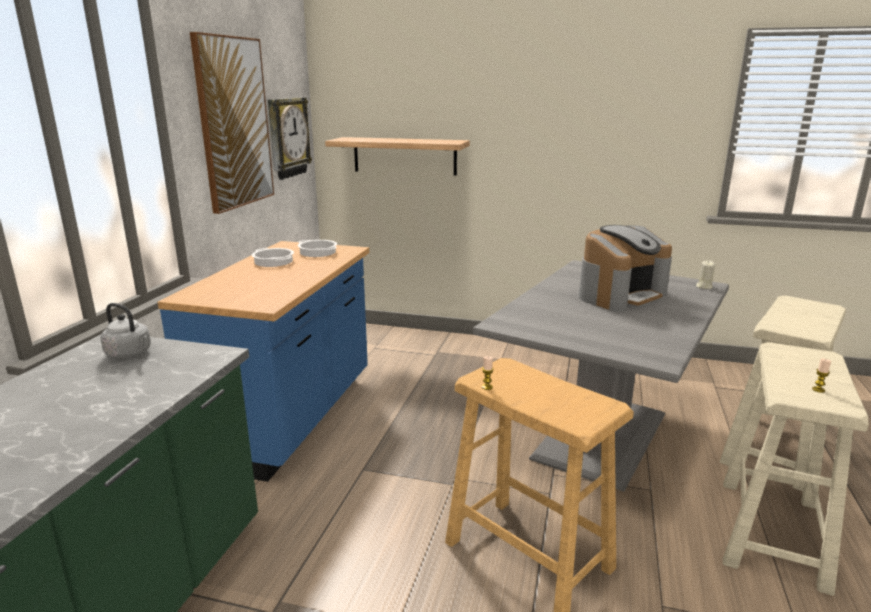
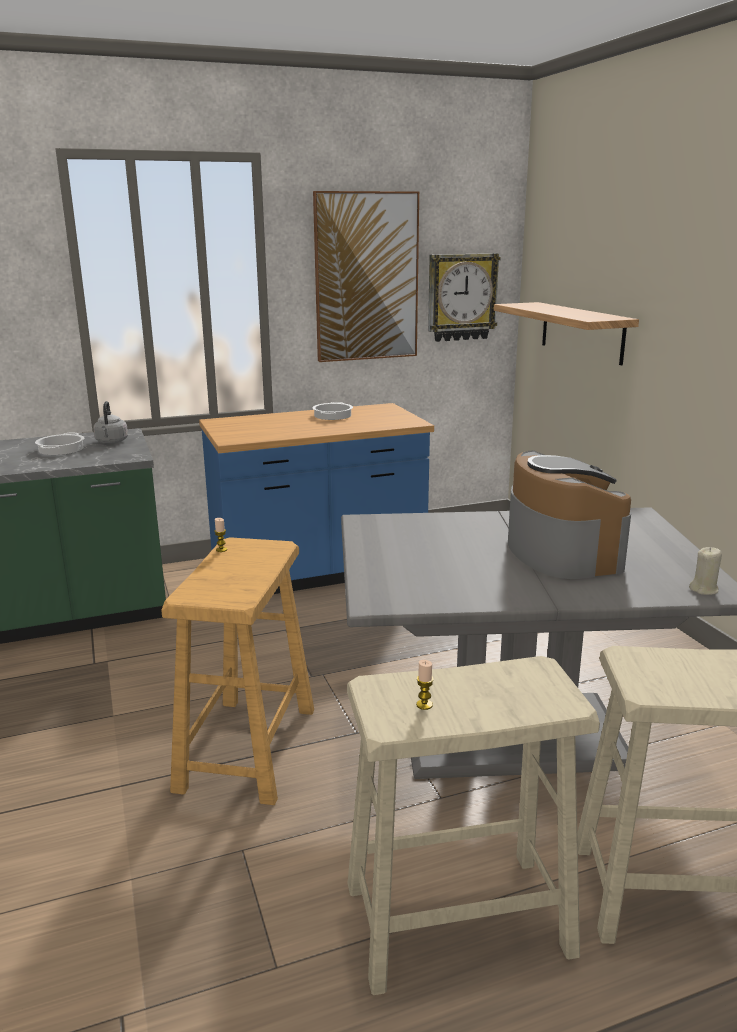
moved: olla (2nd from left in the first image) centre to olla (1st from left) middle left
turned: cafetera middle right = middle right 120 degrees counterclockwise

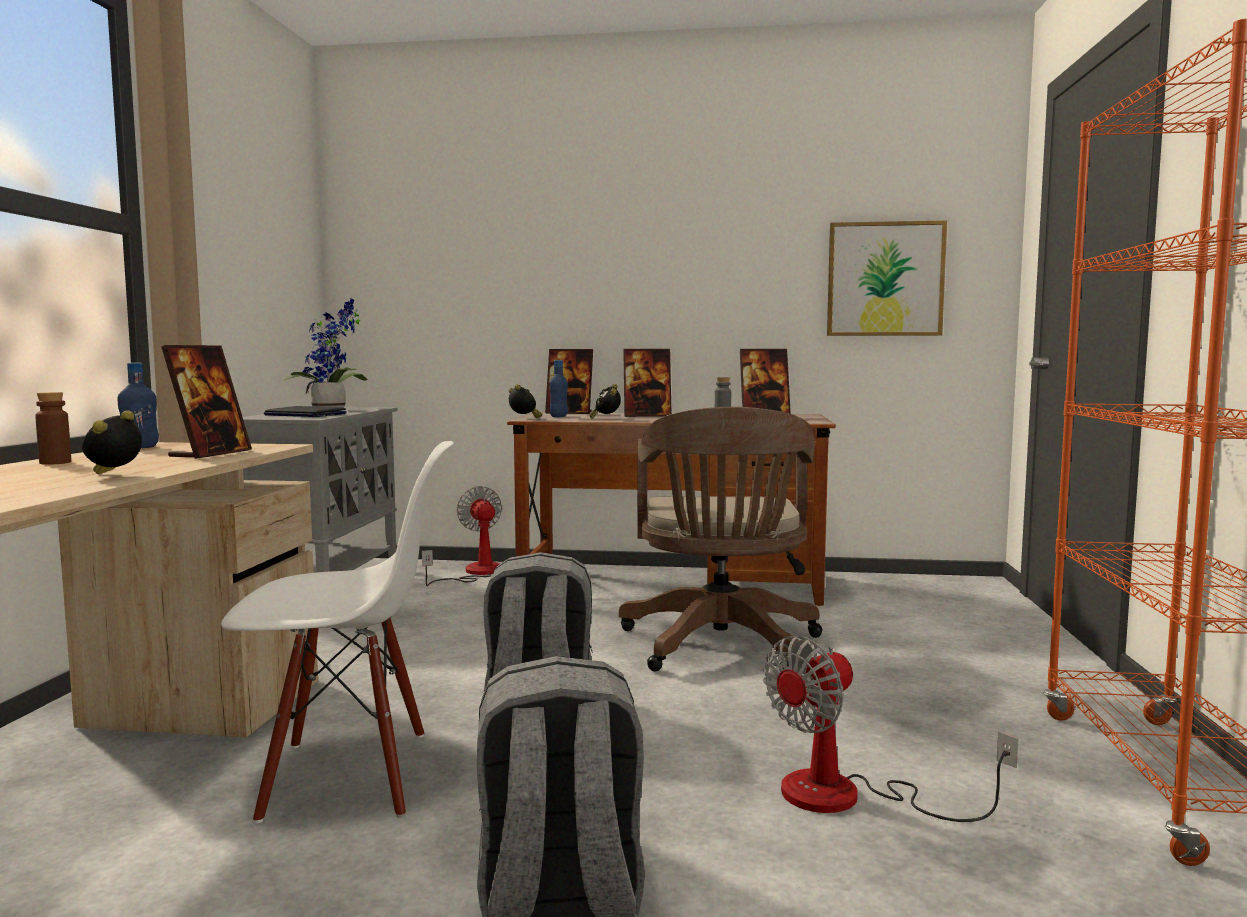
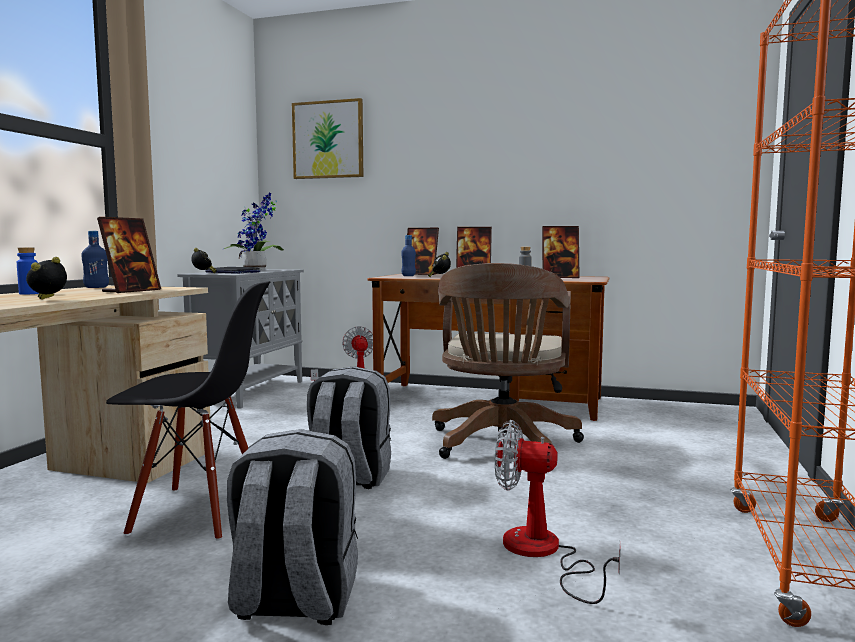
moved: despertador (2nd from left) centre to middle left; cuadro top right to top centre
recoloured: botella [marrón] middle left to botella [azul] (1st from left) middle left; silla [blanco] bottom left to silla [negro] middle left
turned: ventilador (2nd from left) bottom right = bottom centre 45 degrees clockwise

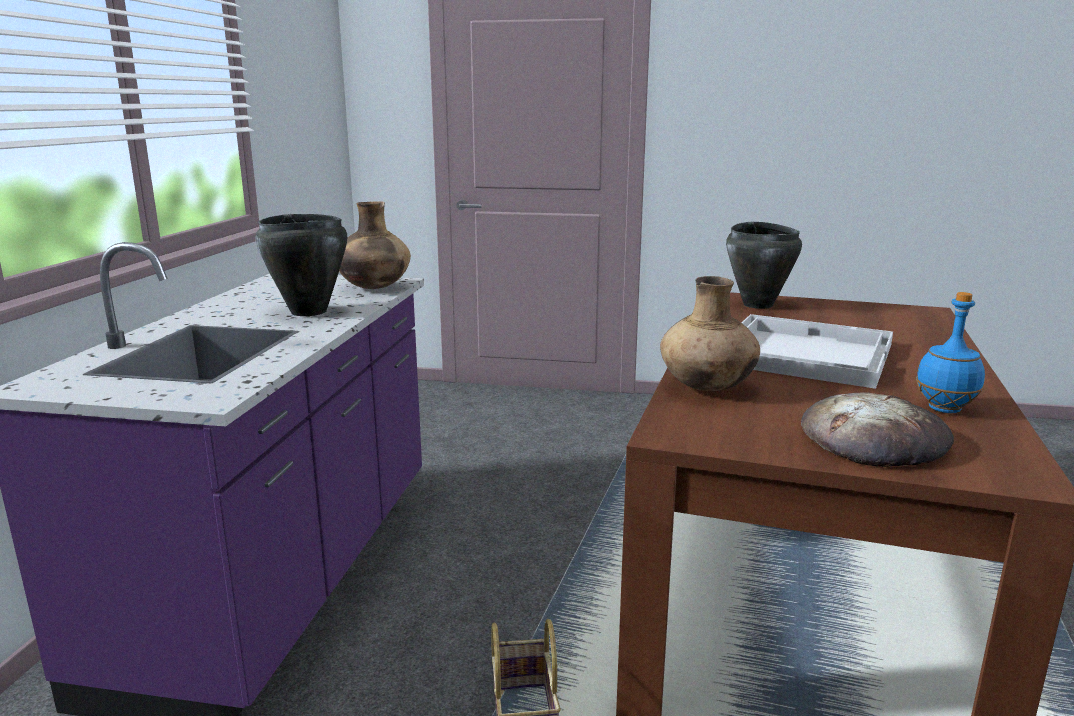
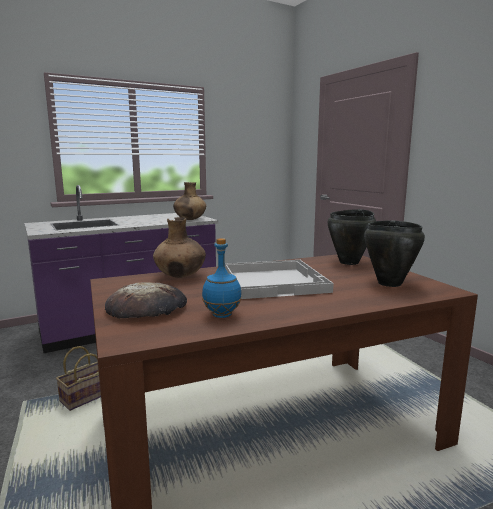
moved: olla [negro] (1st from left in the first image) middle left to olla [negro] (2nd from left) middle right

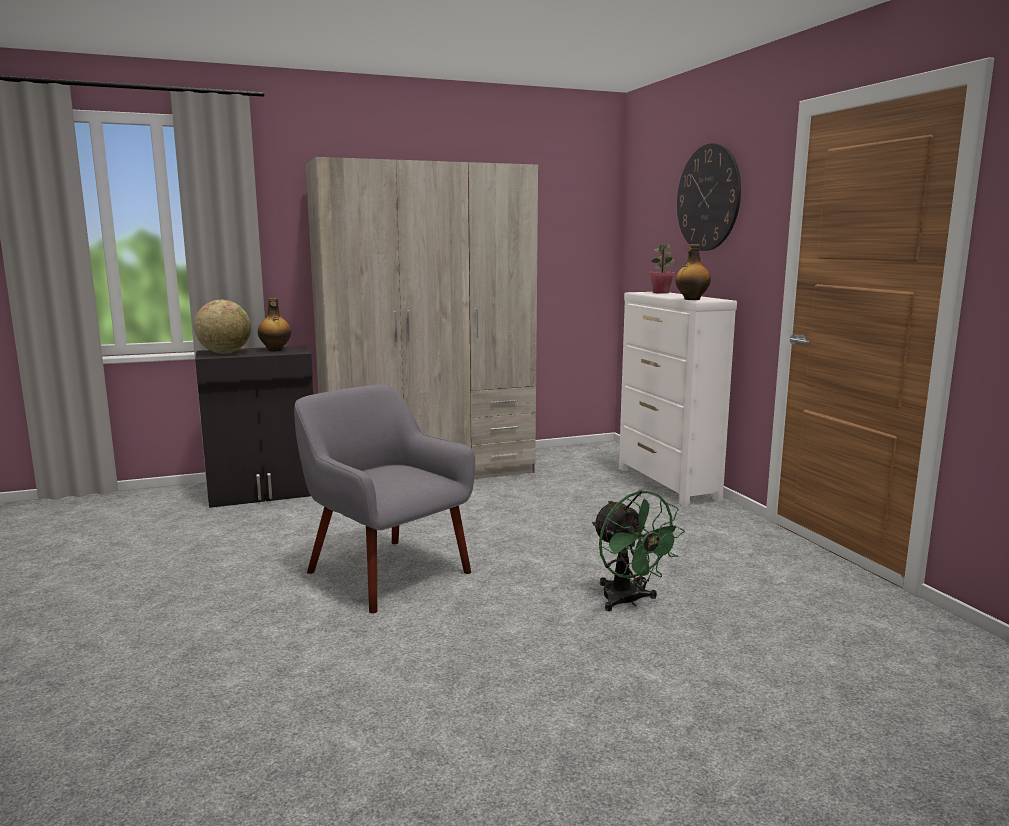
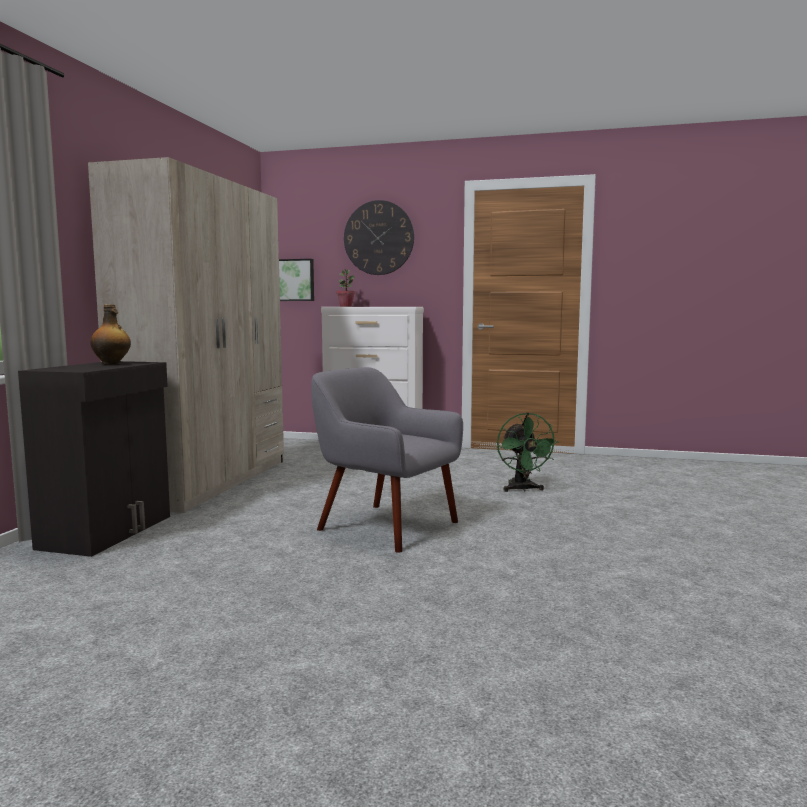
removed: globo terráqueo middle left; botella (2nd from left) top right
added: cuadro centre
turned: sillón [gris] centre = centre 45 degrees clockwise; ventilador [verde] centre = centre 75 degrees clockwise

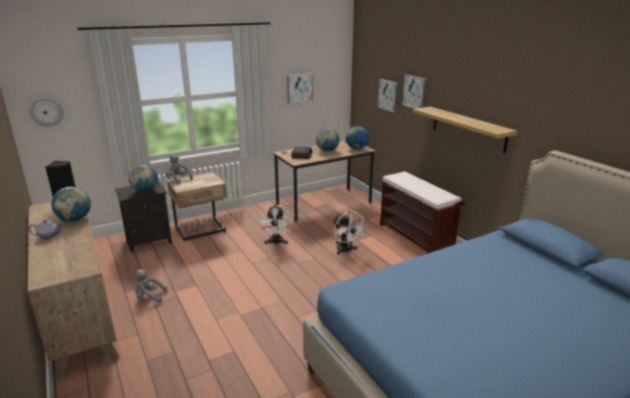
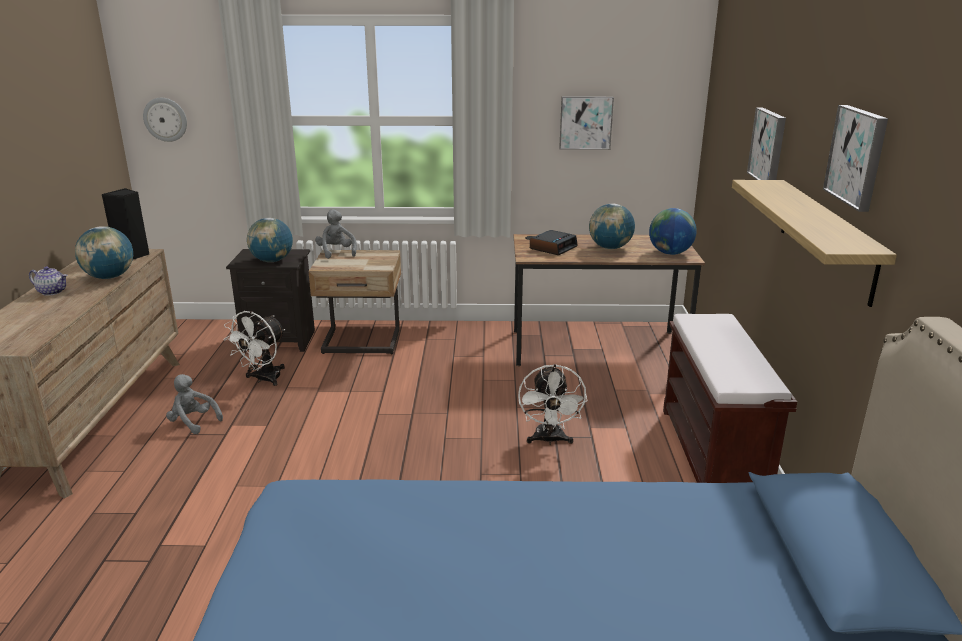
moved: ventilador [blanco] (1st from left) centre to middle left; cuadro (2nd from left in the first image) top centre to cuadro (3rd from left) top right

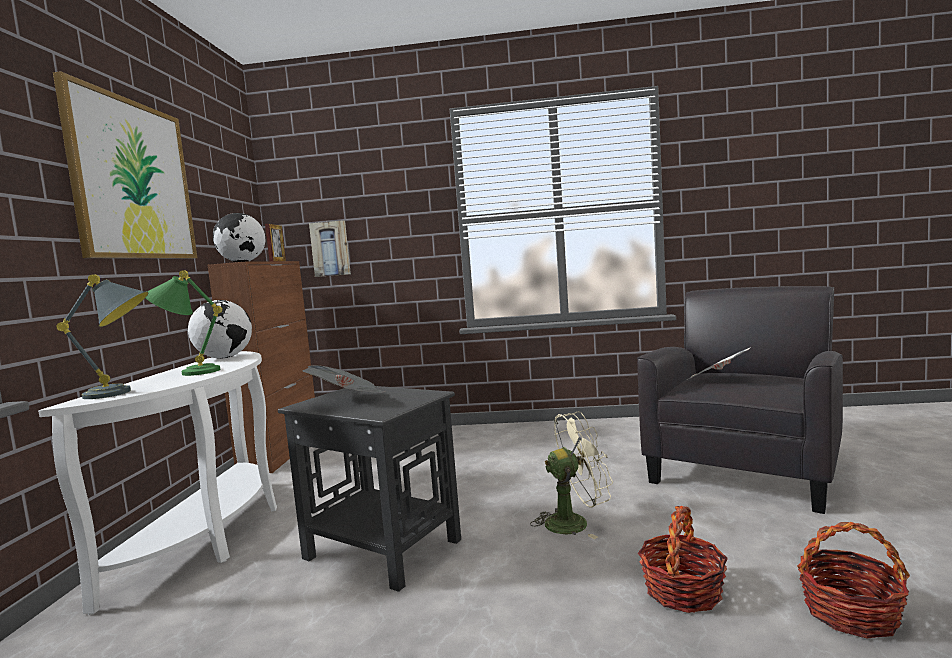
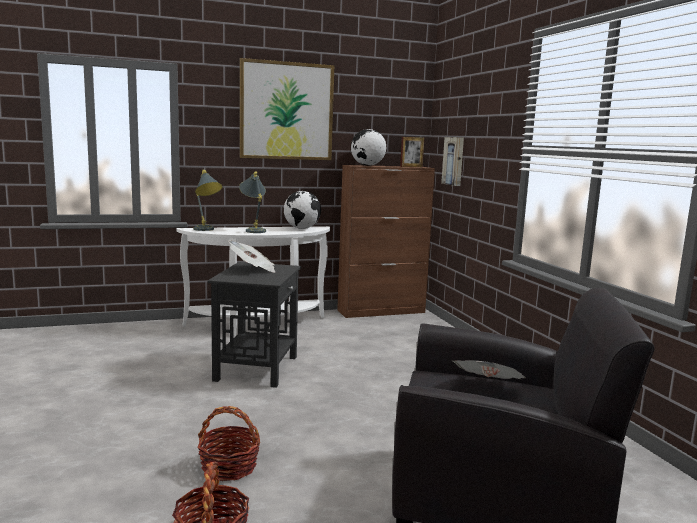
removed: ventilador [beis] bottom centre
recoloured: lámpara de mesa [verde] middle left to lámpara de mesa [gris] (2nd from left) centre

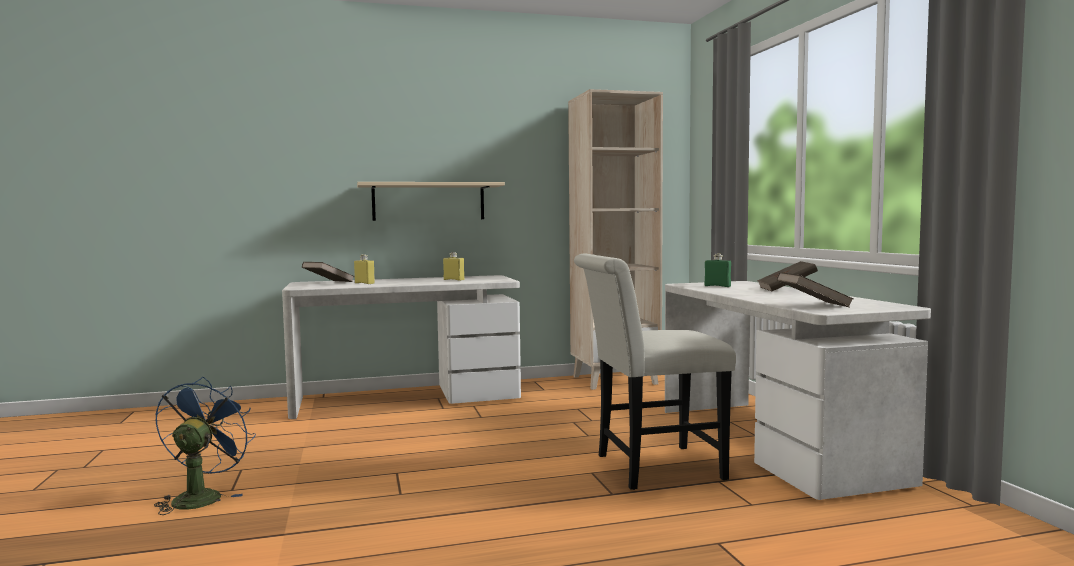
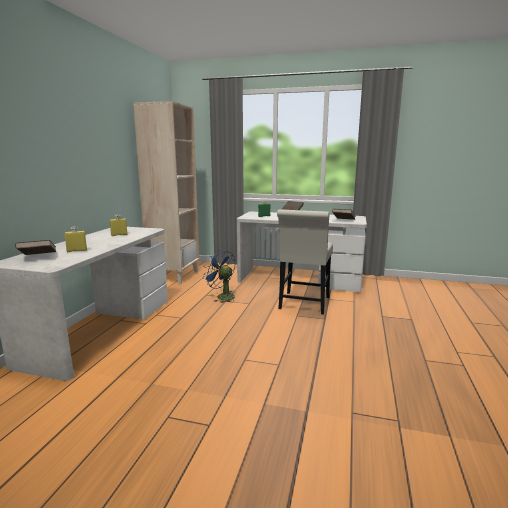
removed: estante [beis] centre
moved: ventilador [azul] bottom left to centre

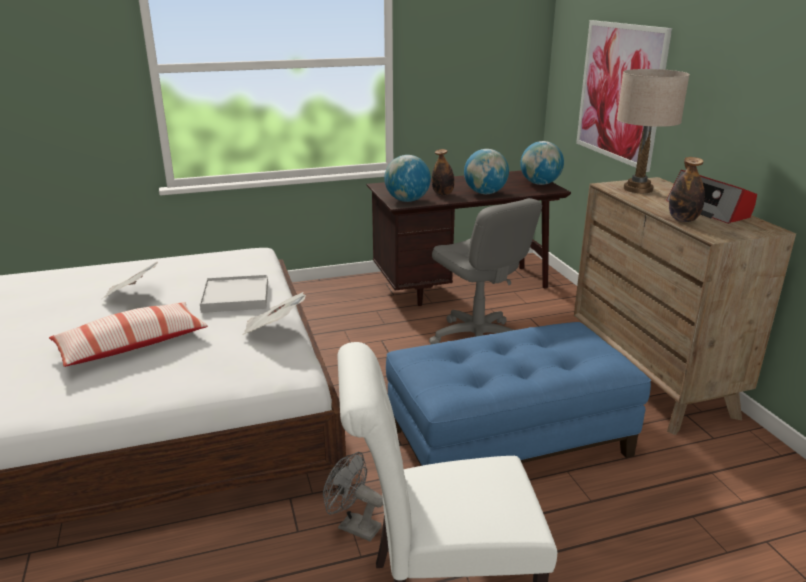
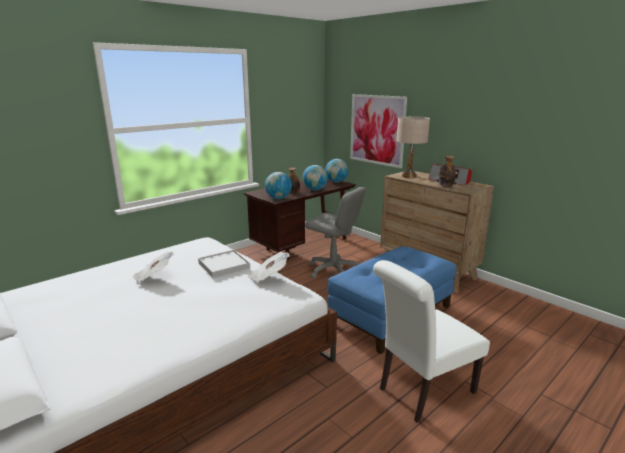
removed: cojín middle left; ventilador [gris] bottom centre

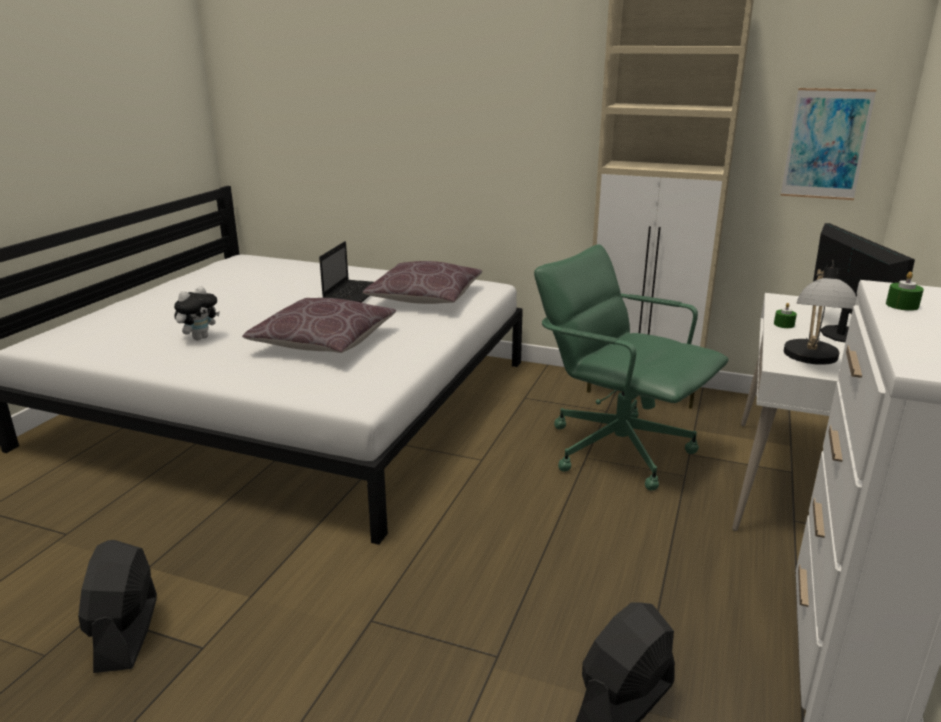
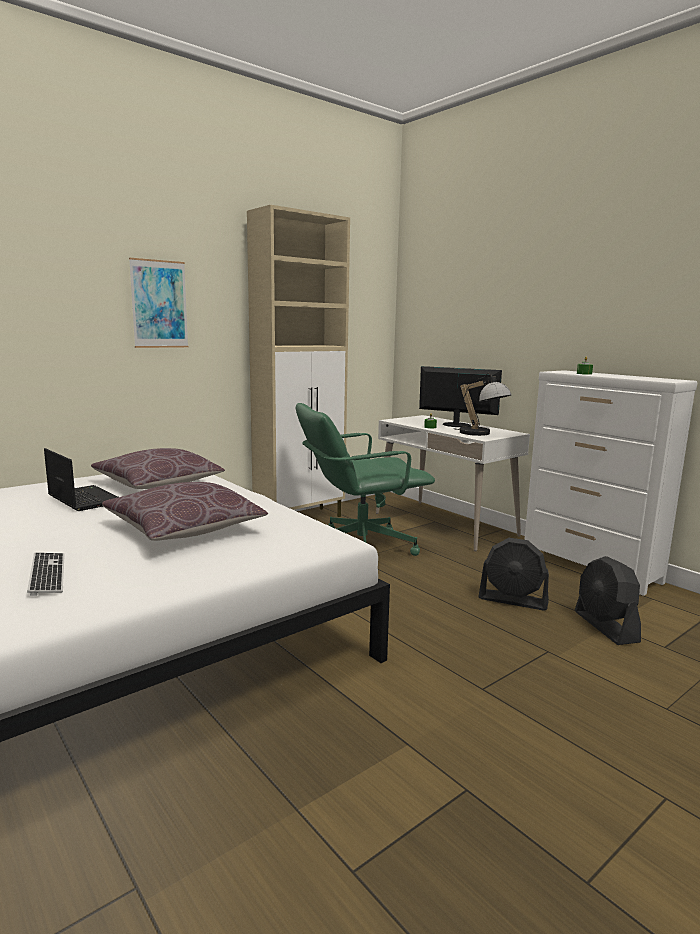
moved: cuadro top right to top left; ventilador [negro] (1st from left) bottom left to middle right
replaced: peluche middle left to teclado middle left

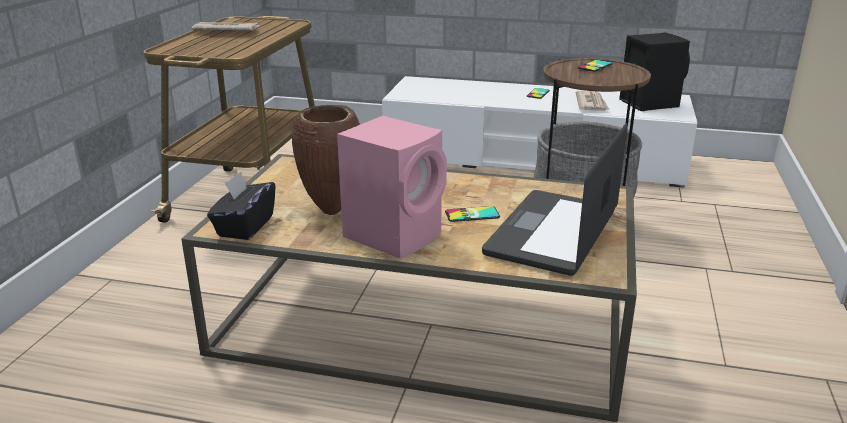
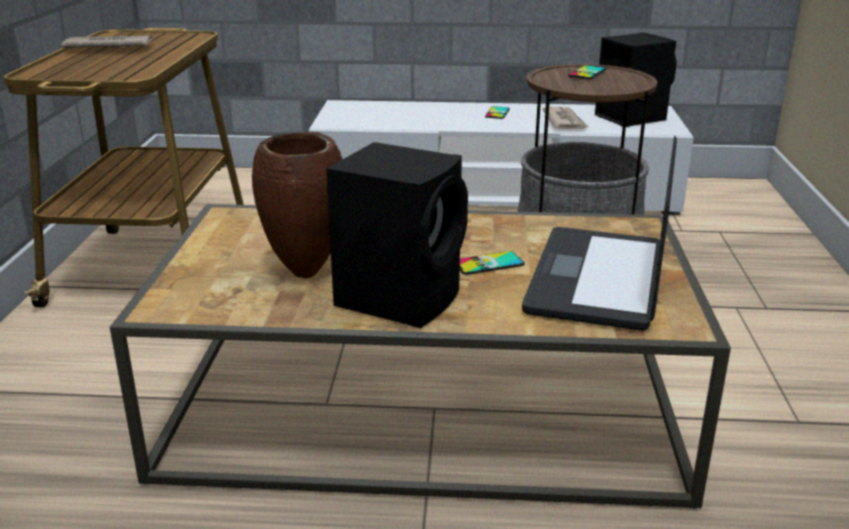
removed: caja de pañuelos [negro] middle left
recoloured: altavoz [rosa] centre to altavoz [negro] (1st from left) centre

